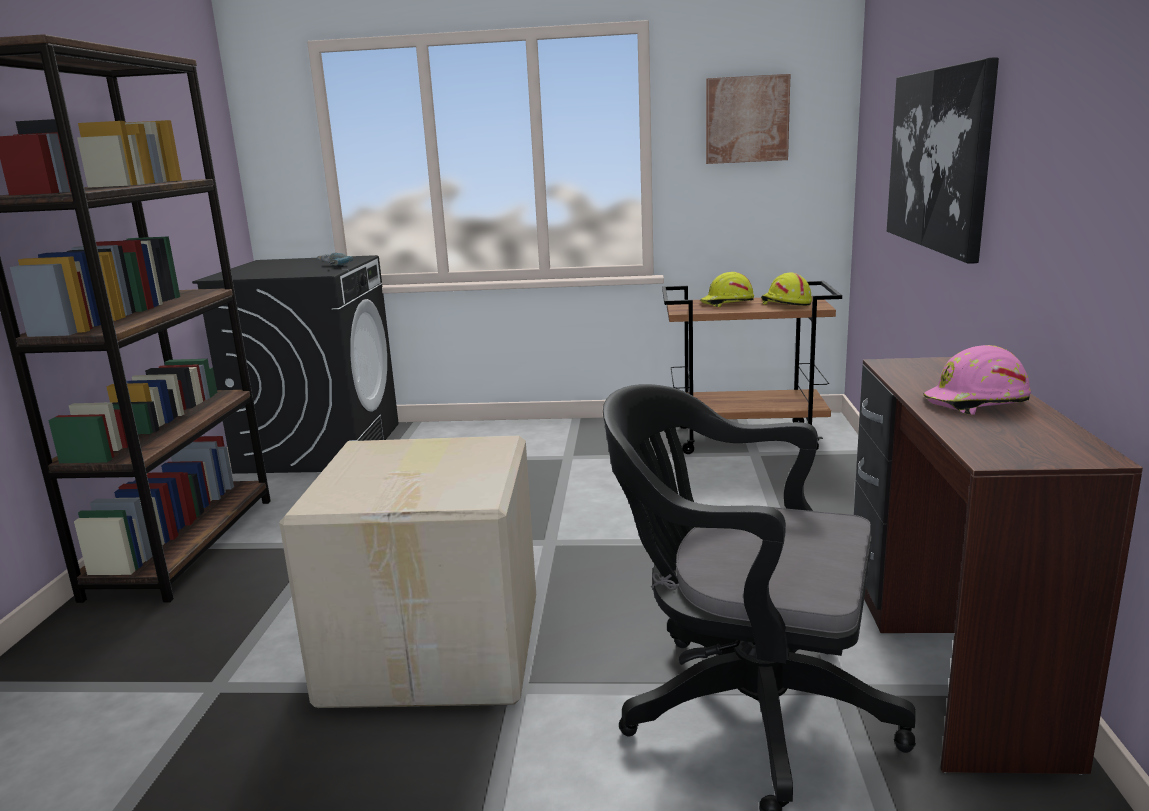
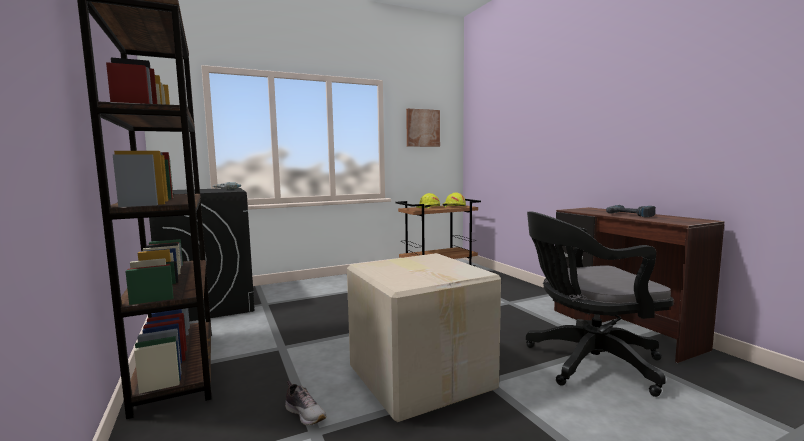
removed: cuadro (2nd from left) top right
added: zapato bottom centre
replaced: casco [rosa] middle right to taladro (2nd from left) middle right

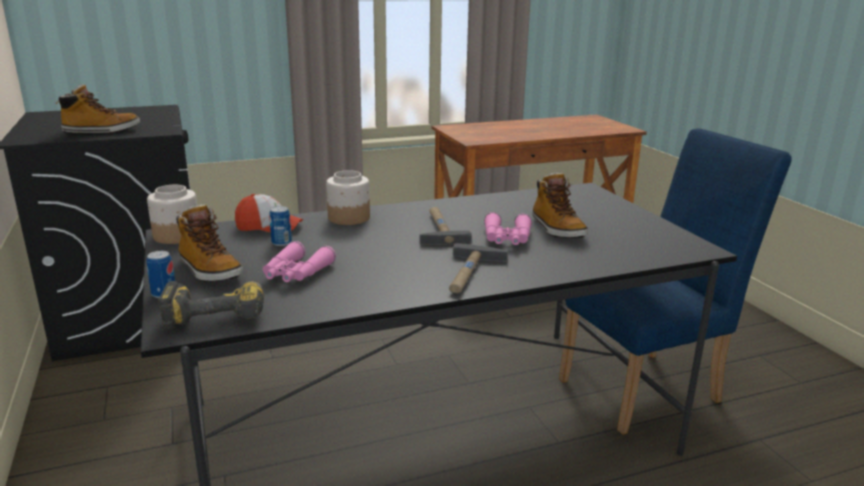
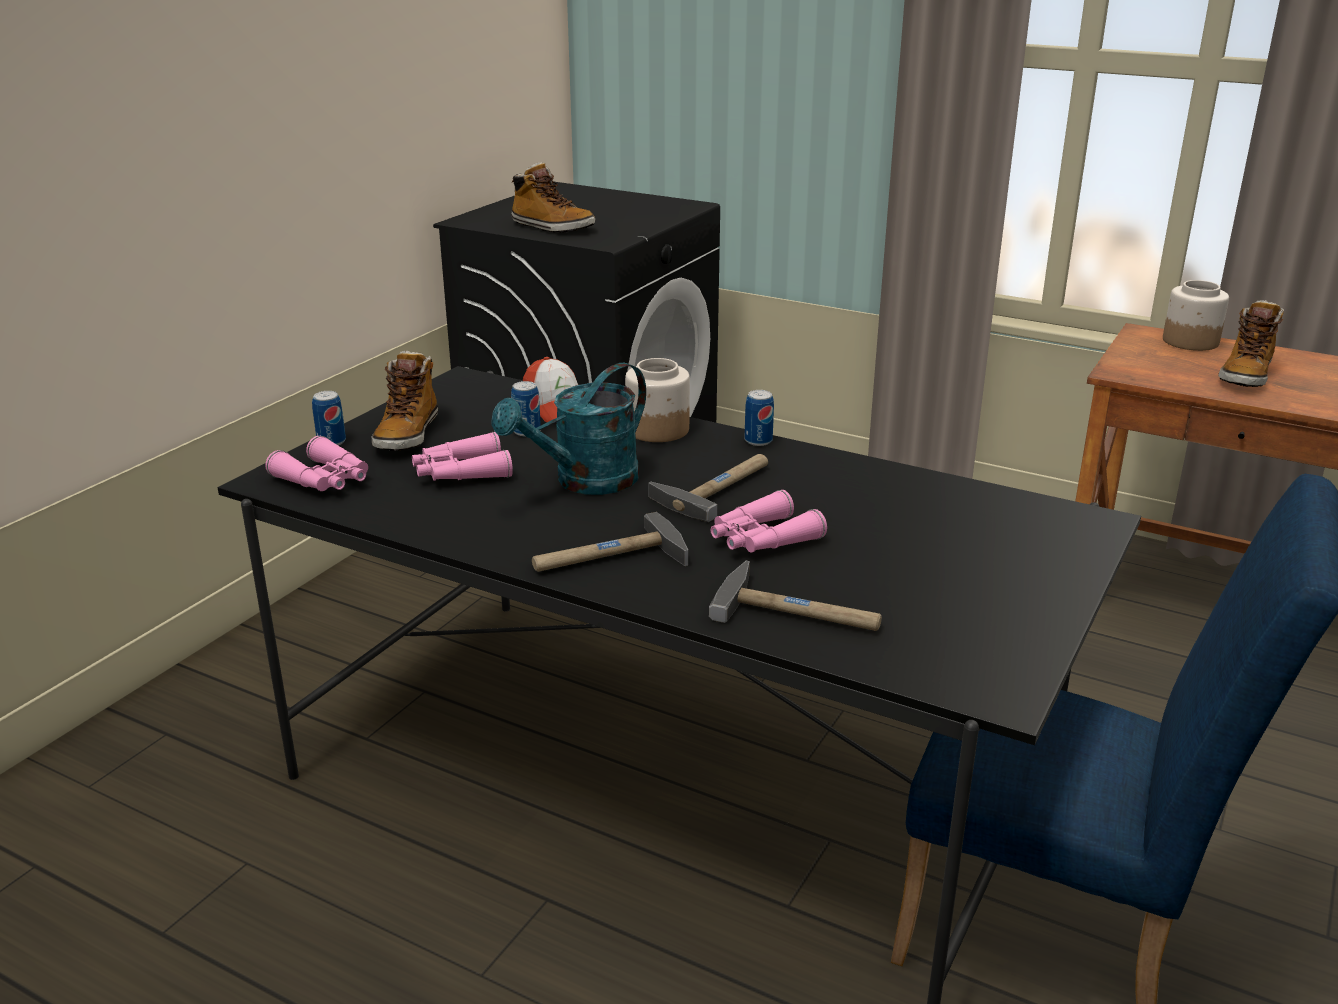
added: regadera [turquesa] centre; martillo (3rd from left) centre; lata (3rd from left) centre
moved: tarro (1st from left in the first image) middle left to tarro (2nd from left) top right; bota (3rd from left) centre to middle right
replaced: taladro middle left to prismáticos [rosa] (1st from left) middle left

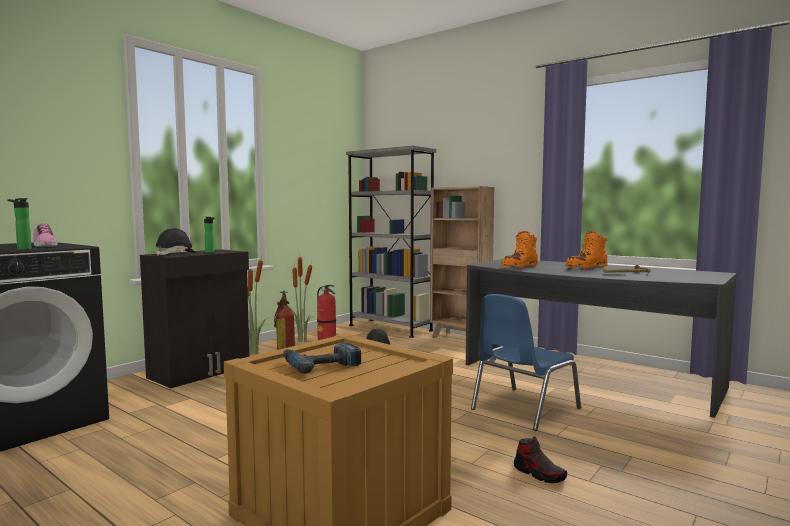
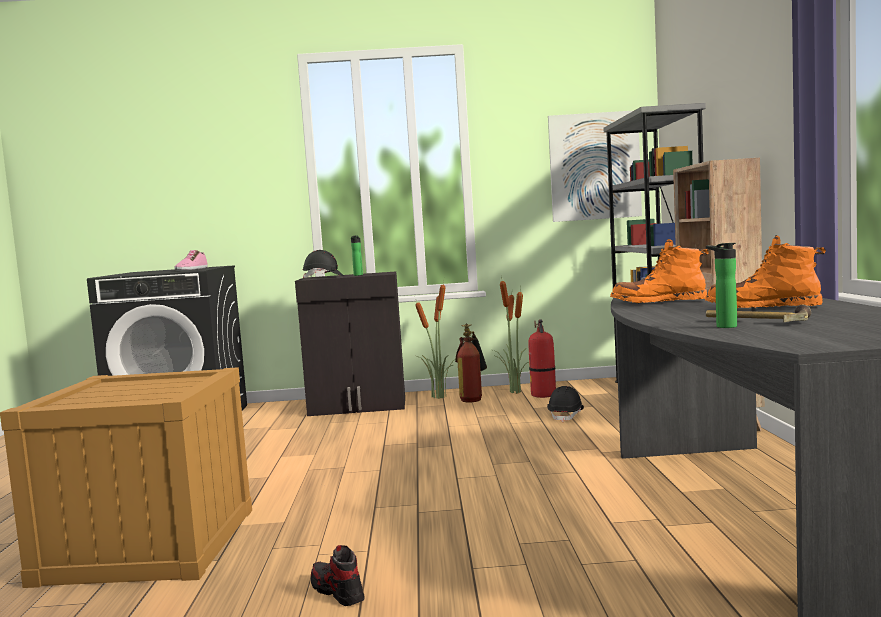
removed: taladro bottom centre; silla [azul] bottom centre
added: cuadro top right
moved: botella (1st from left in the first image) middle left to botella (2nd from left) middle right
turned: zapato (2nd from left) bottom right = bottom centre 135 degrees clockwise

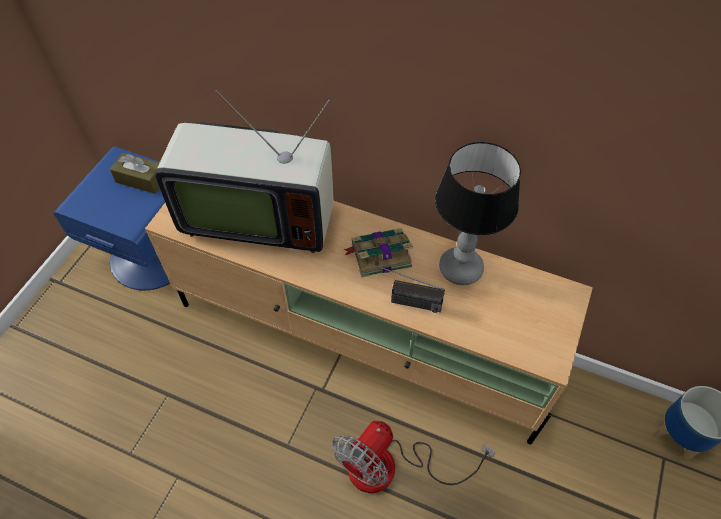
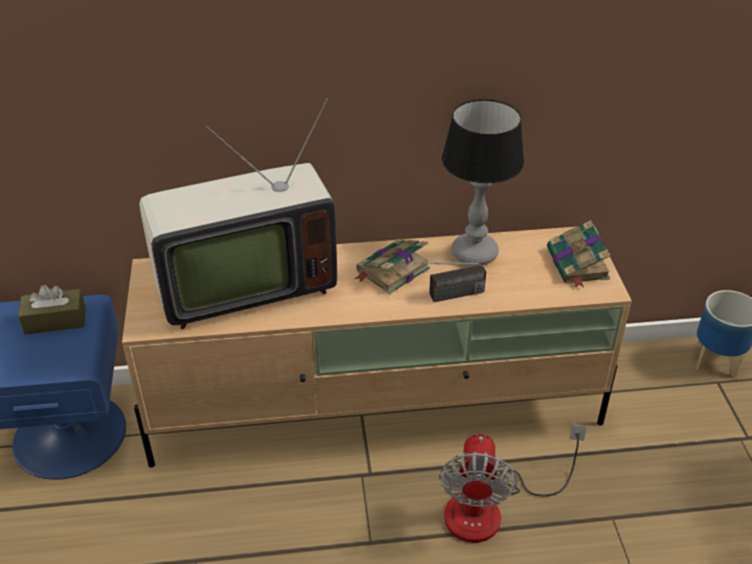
added: libro (2nd from left) middle right

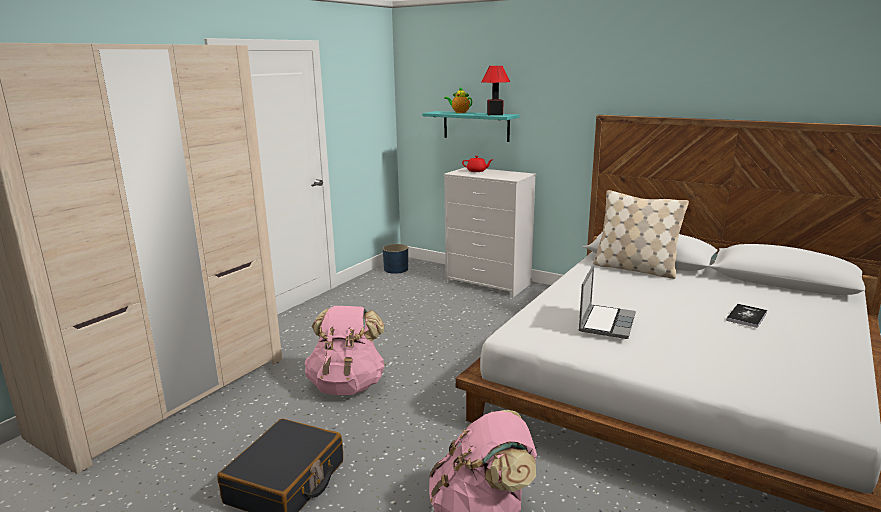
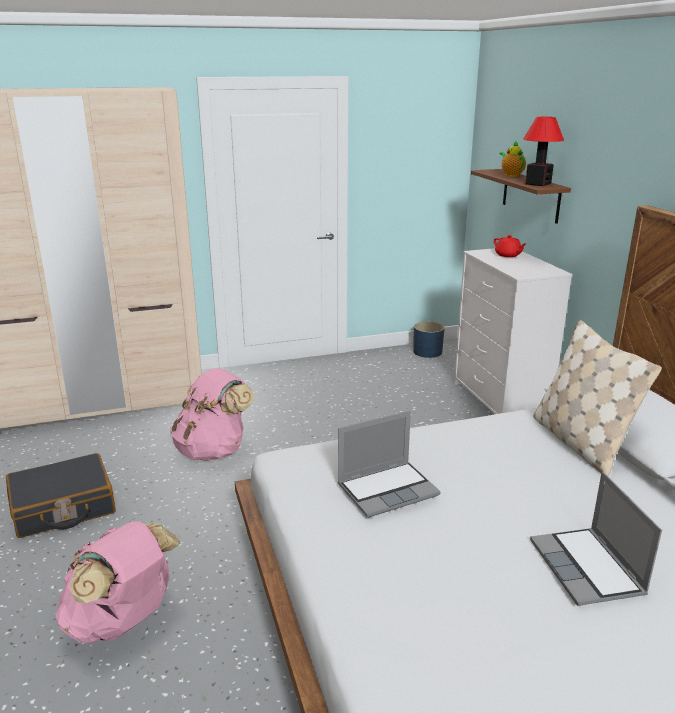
replaced: libro middle right to portátil (2nd from left) bottom right
recoloured: estante [turquesa] top centre to estante [marrón] top right

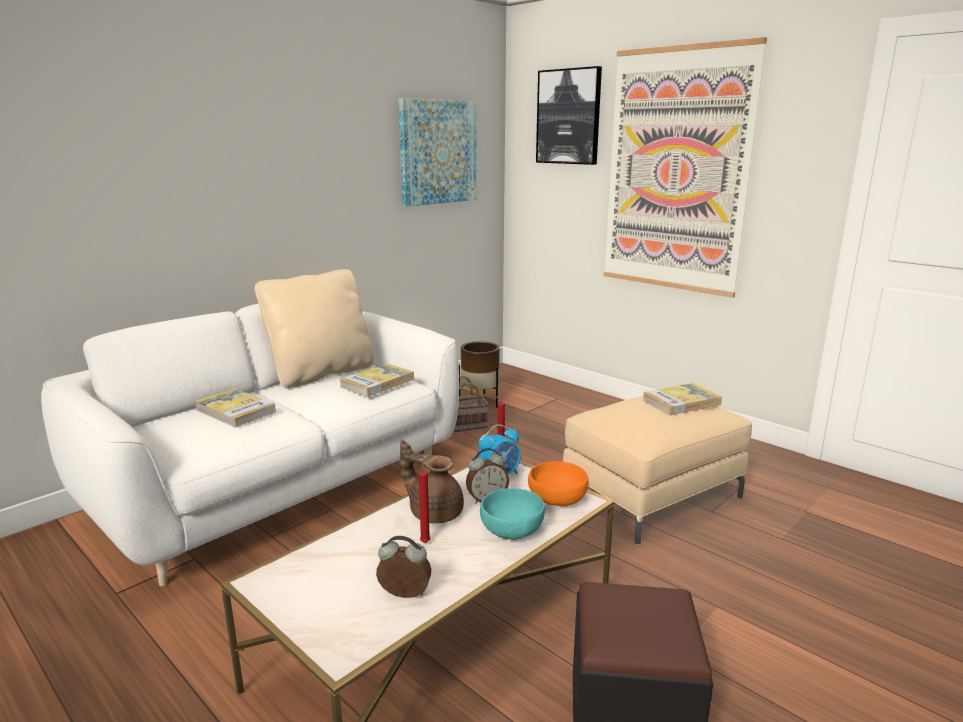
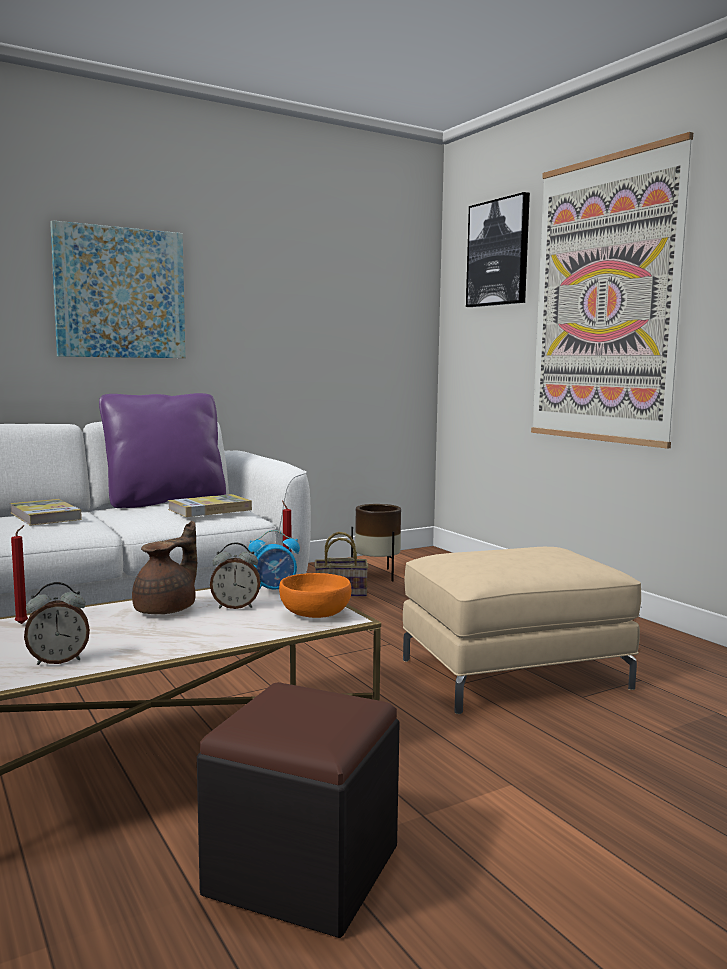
removed: cuenco [turquesa] bottom centre; libro (3rd from left) middle right
moved: vela [rojo] (1st from left) bottom centre to middle left; cuadro (1st from left) top centre to top left
recoloured: cojín [beis] middle left to cojín [morado] middle left
turned: despertador (1st from left) bottom centre = middle left 135 degrees clockwise; tetera [marrón] centre = middle left 75 degrees clockwise

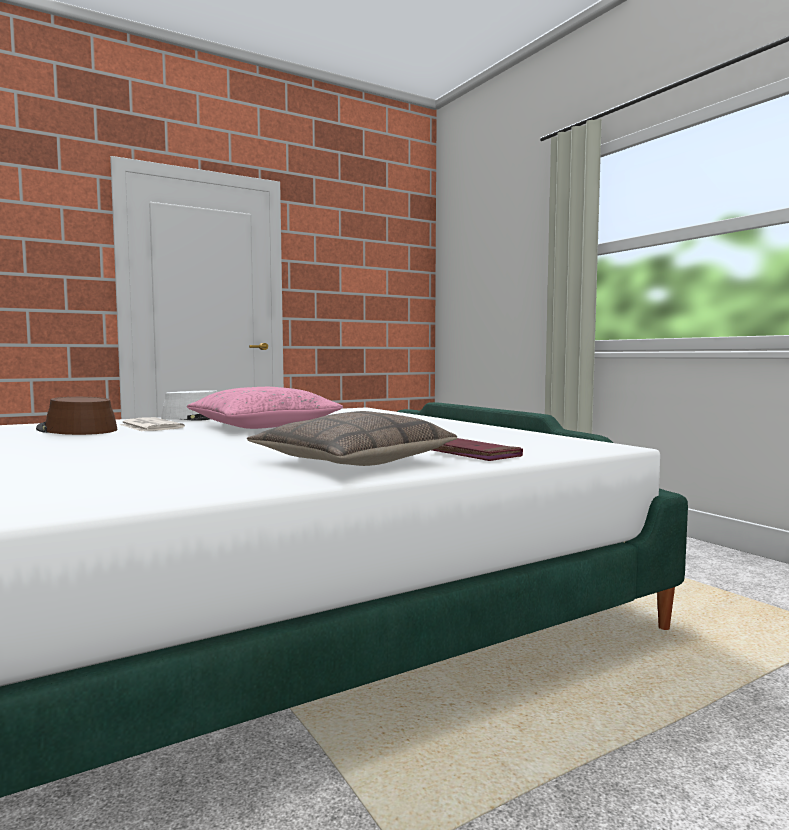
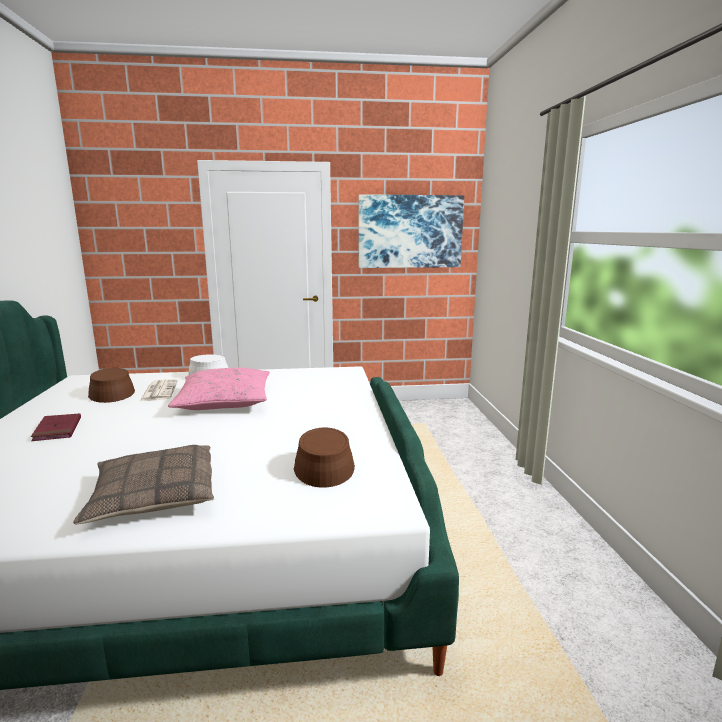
added: sombrero [marrón] (2nd from left) centre; cuadro top centre
moved: libro [rojo] centre to middle left

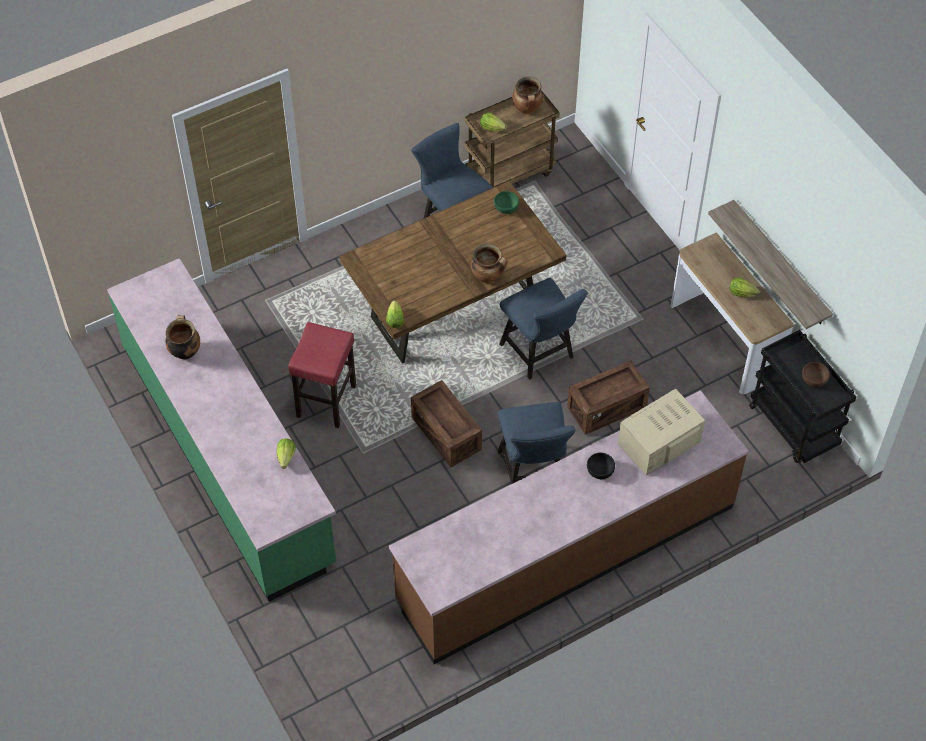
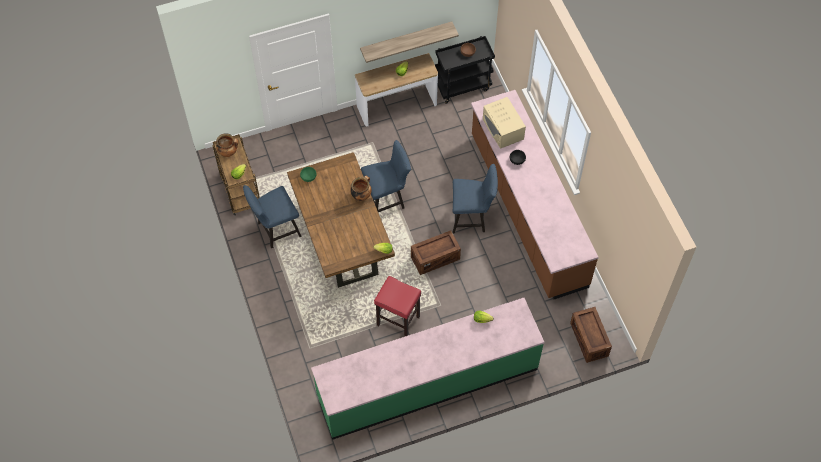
removed: olla (1st from left) middle left
moved: caja de embalaje (2nd from left) centre to bottom right

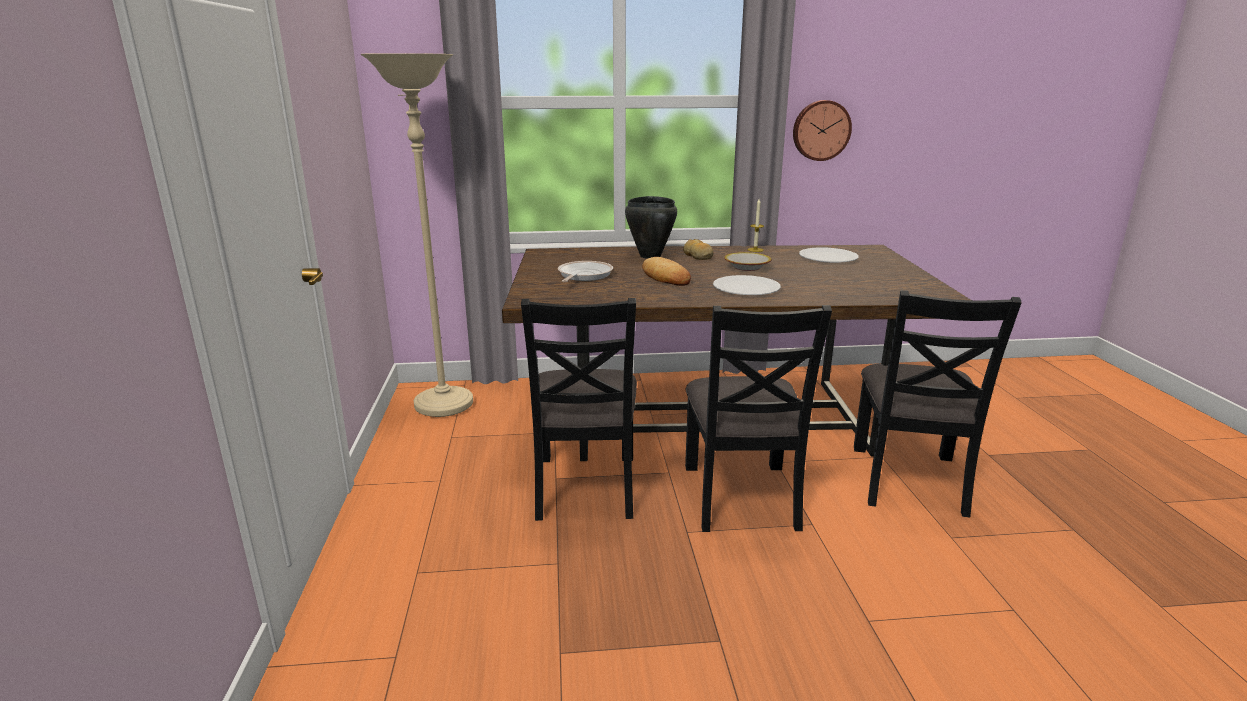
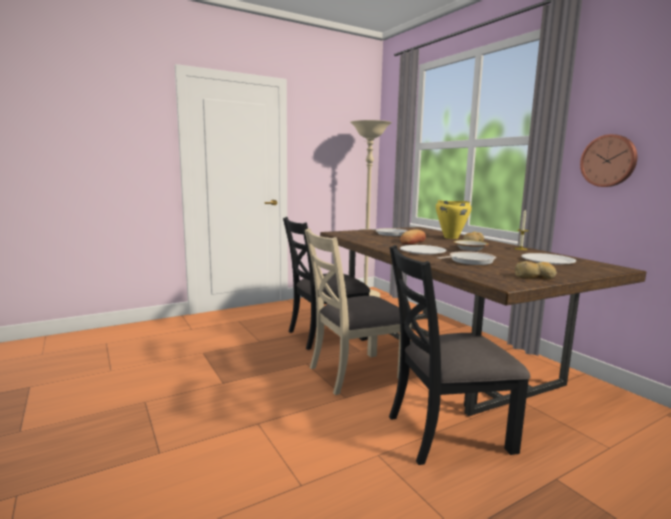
added: sartén (2nd from left) middle right; pan (3rd from left) middle right
recoloured: silla [negro] (2nd from left) centre to silla [beis] centre; olla [negro] top centre to olla [amarillo] middle right

